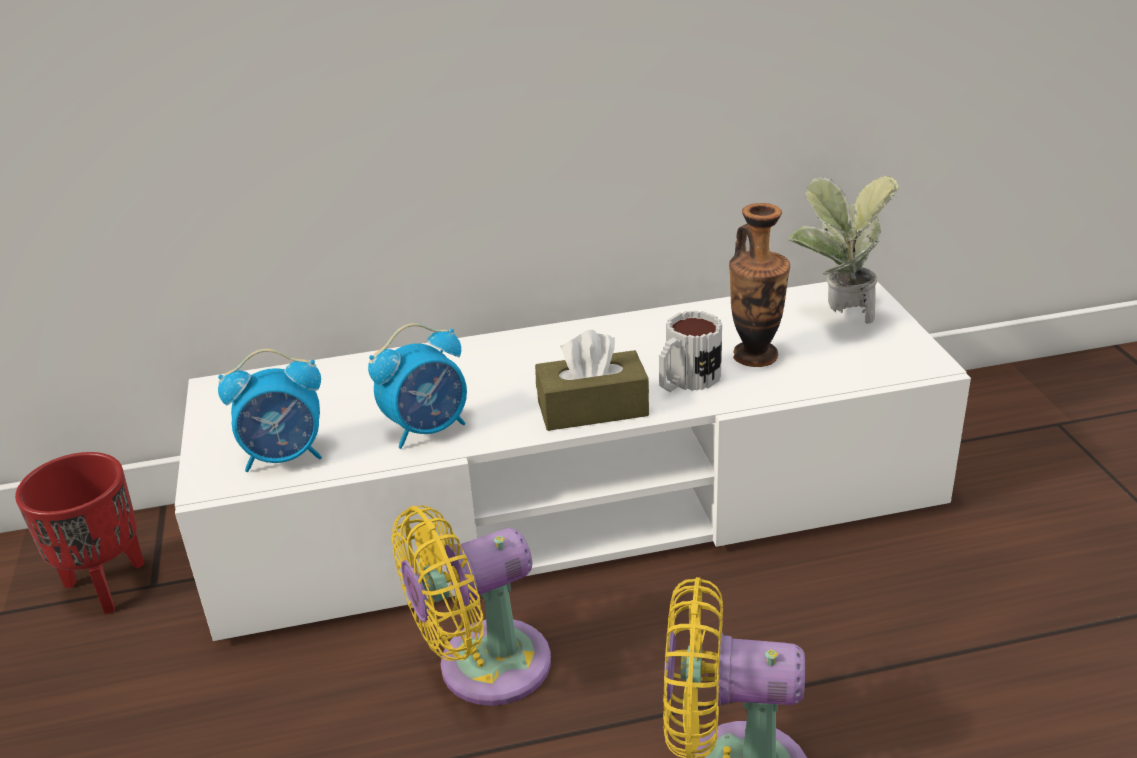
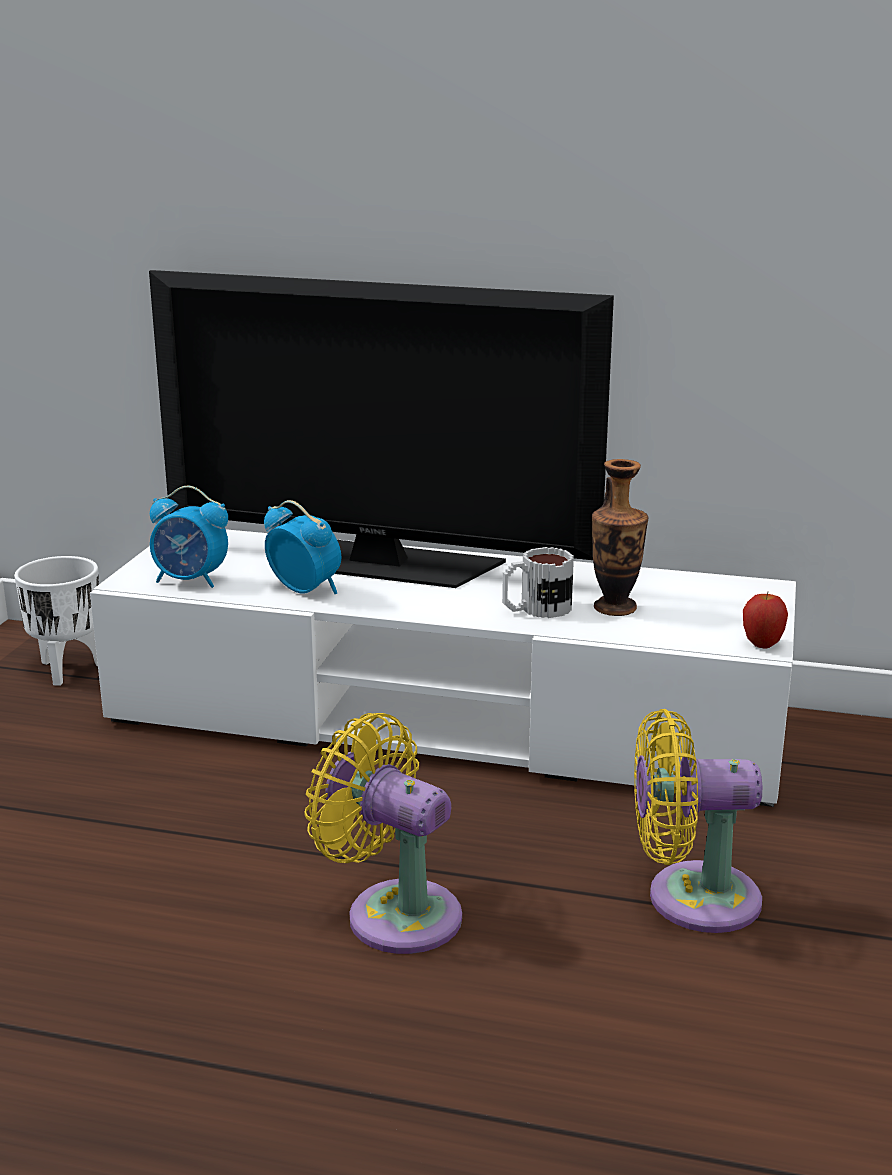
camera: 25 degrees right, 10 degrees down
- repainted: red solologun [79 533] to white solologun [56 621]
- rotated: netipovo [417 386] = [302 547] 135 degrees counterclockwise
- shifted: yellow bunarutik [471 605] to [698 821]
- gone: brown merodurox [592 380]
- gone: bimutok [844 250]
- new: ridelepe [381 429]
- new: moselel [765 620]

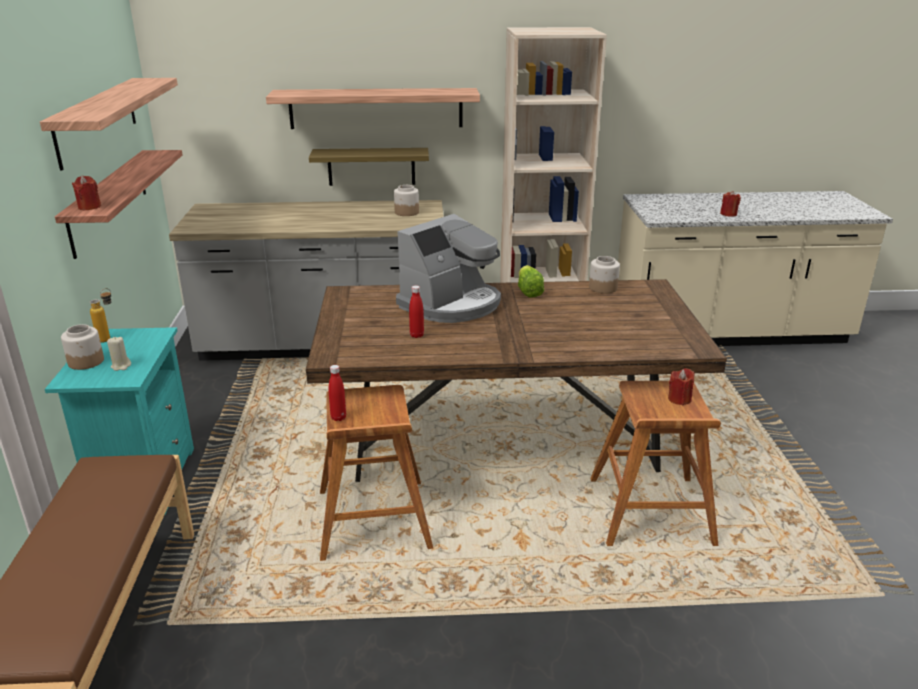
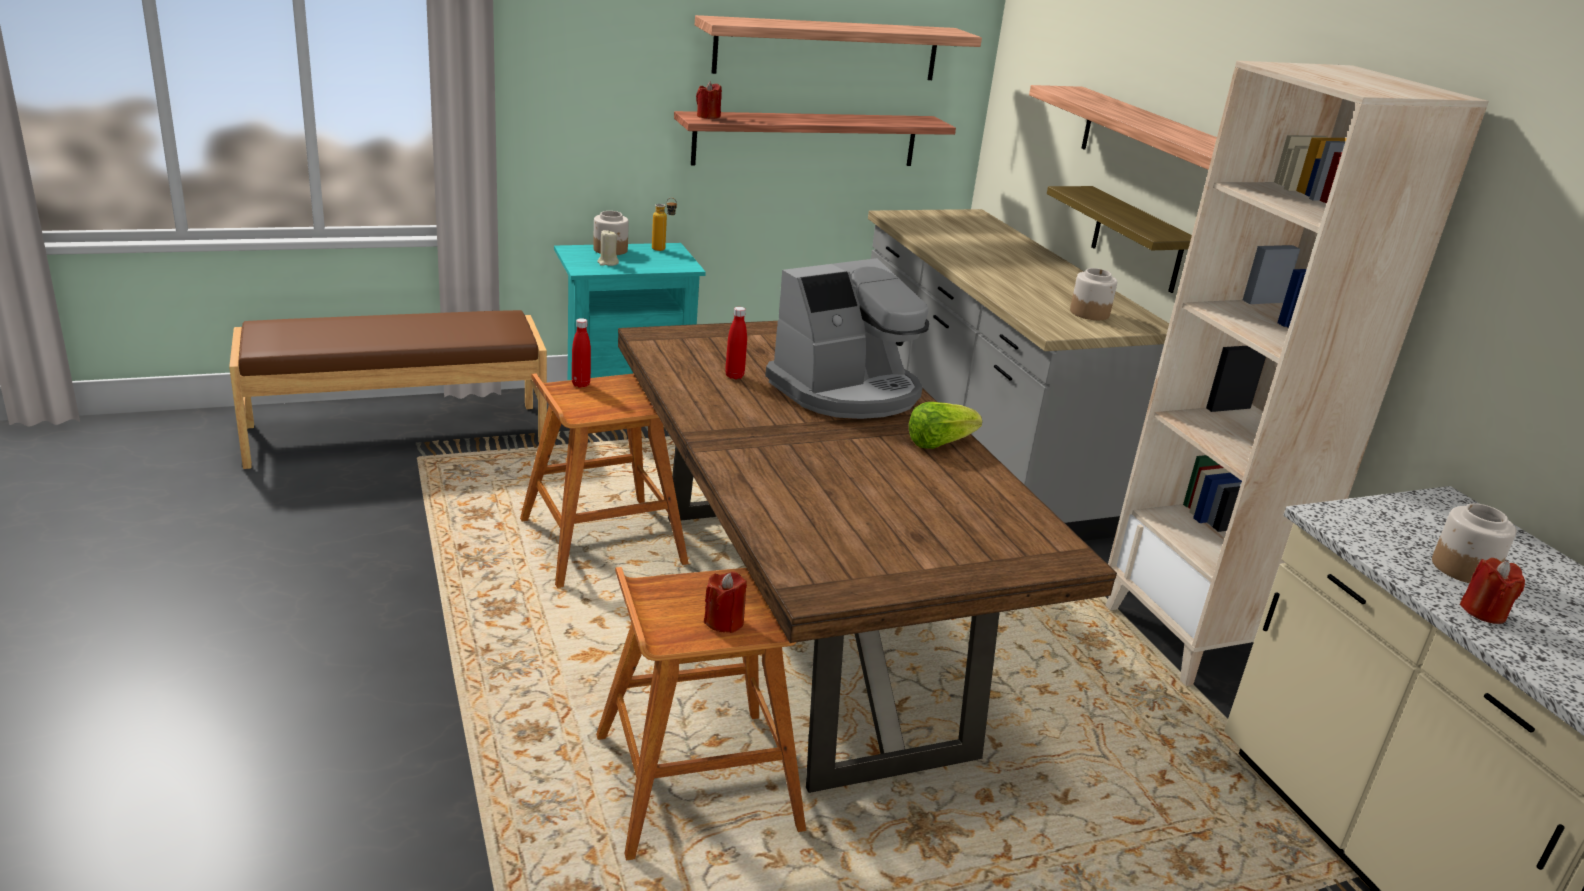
camera: 70 degrees right, 0 degrees up
- rotated: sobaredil [448 268] = [847 338] 60 degrees counterclockwise
- shifted: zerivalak [604 275] to [1474 543]

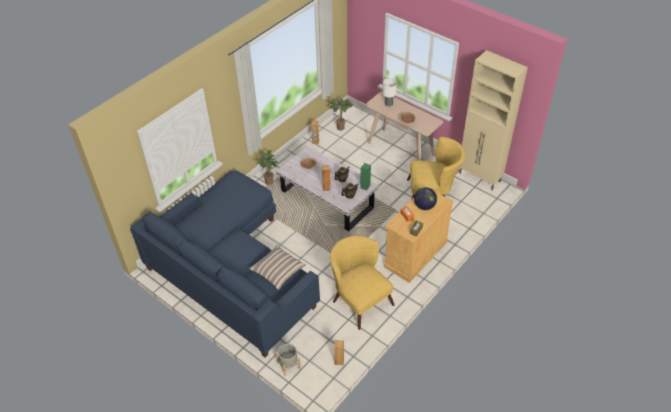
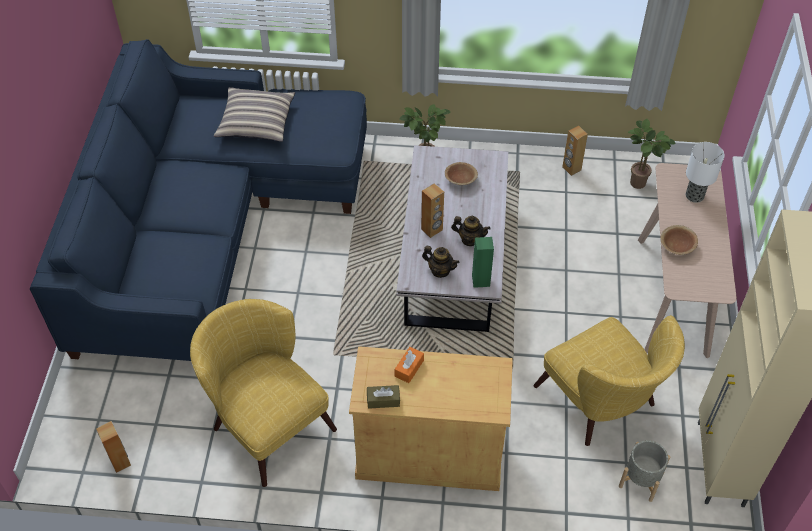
camera: 55 degrees right, 5 degrees up
- shifted: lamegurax [277 267] to [254 114]
- shifted: grey solologun [288 360] to [644 471]
- rotated: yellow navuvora [362 282] = [263 393] 60 degrees counterclockwise
- gone: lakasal [425 198]

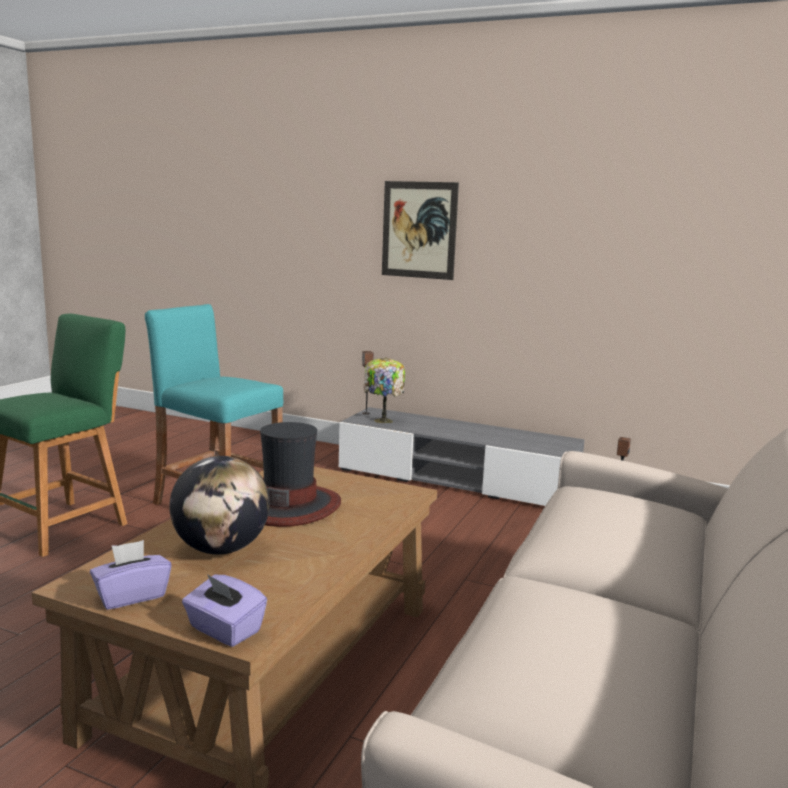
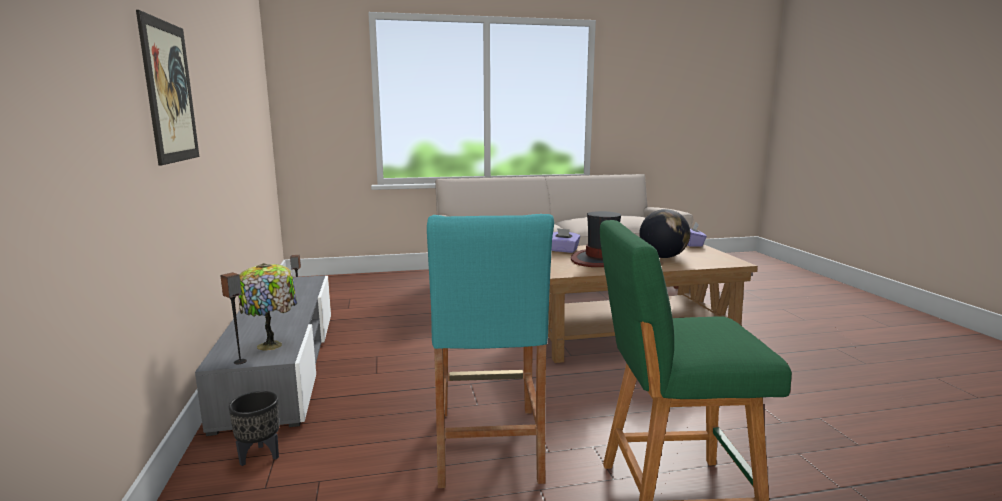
camera: 125 degrees left, 0 degrees up
- shifted: purple merodurox [131 575] to [565 240]
- new: black solologun [254 428]

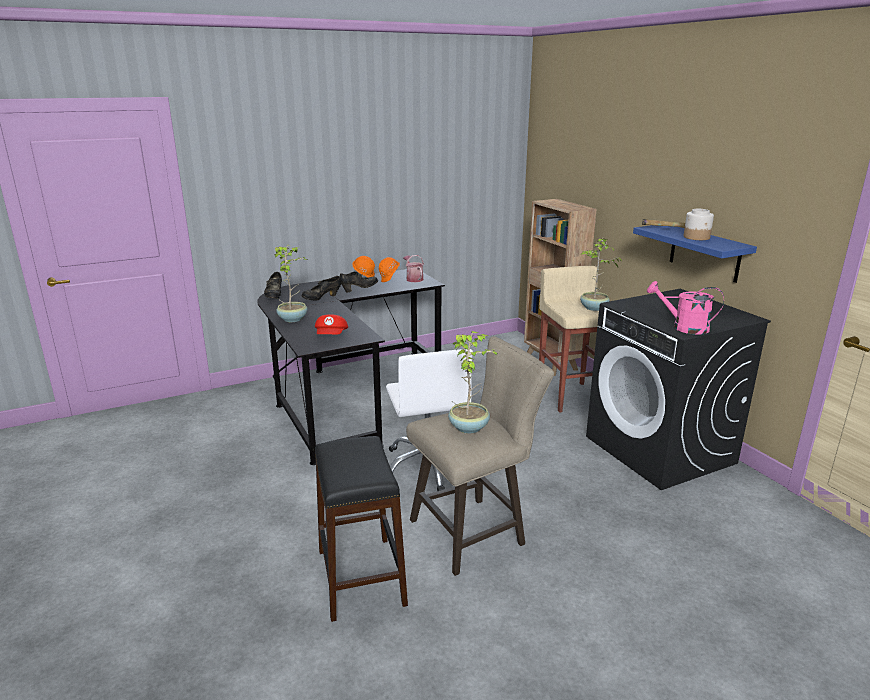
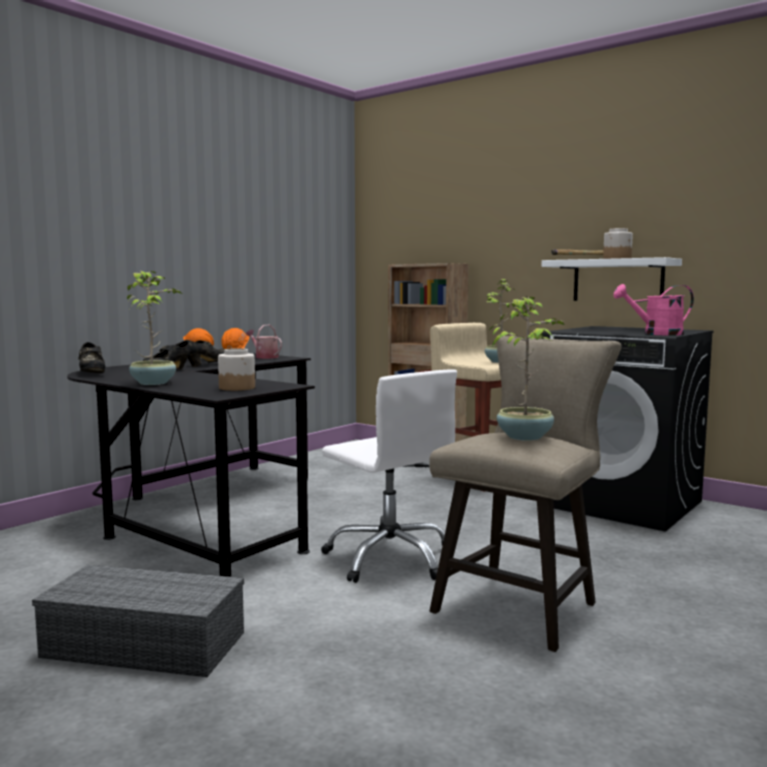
camera: 25 degrees left, 15 degrees down
- swapped: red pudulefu [331 324] to zerivalak [236 369]
- gone: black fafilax [361 529]
- repainted: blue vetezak [695 254] to white vetezak [612 279]
- new: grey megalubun [138 621]

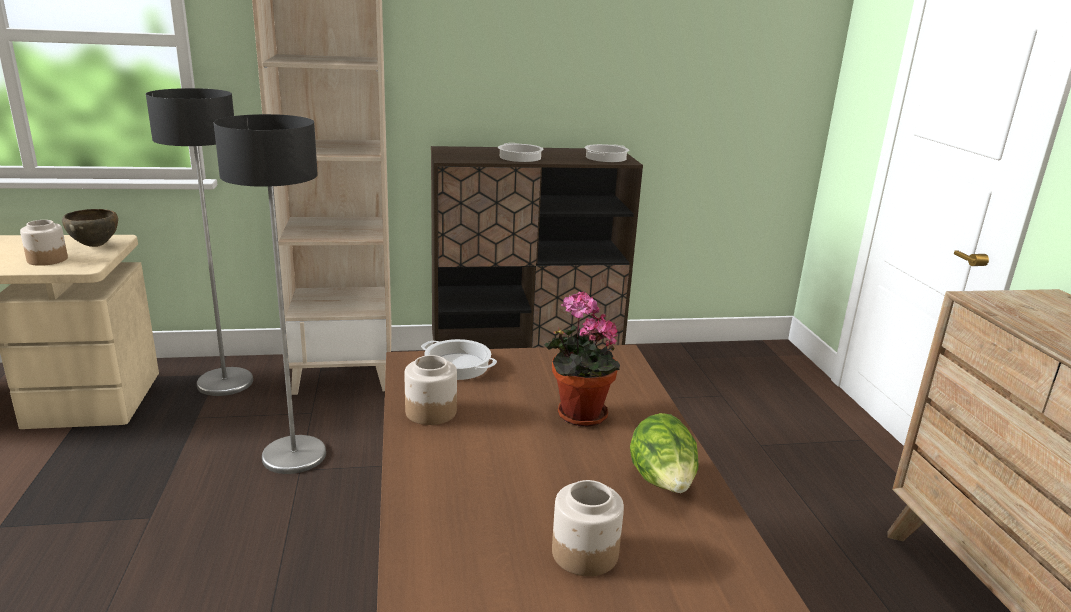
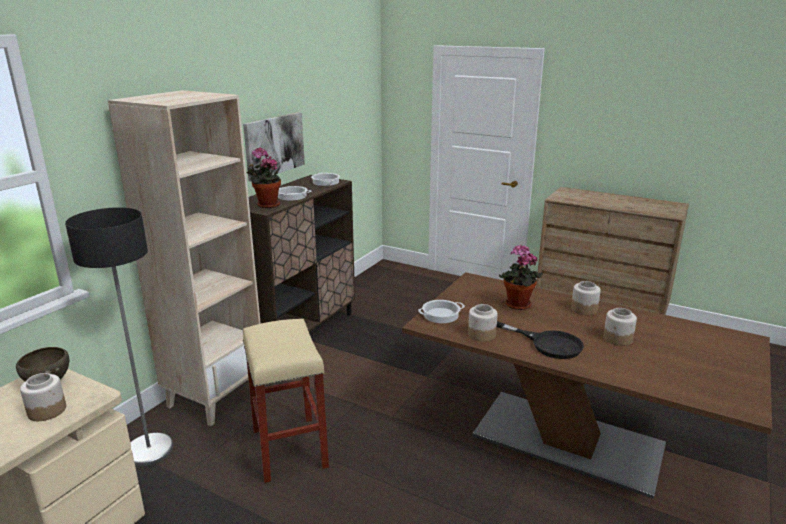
camera: 50 degrees left, 0 degrees up
- swapped: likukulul [270 294] to beige fafilax [286 401]
- swapped: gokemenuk [664 453] to zerivalak [586 298]
- new: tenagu [274 147]
- new: bimutok [263 177]
- new: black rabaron [540 340]

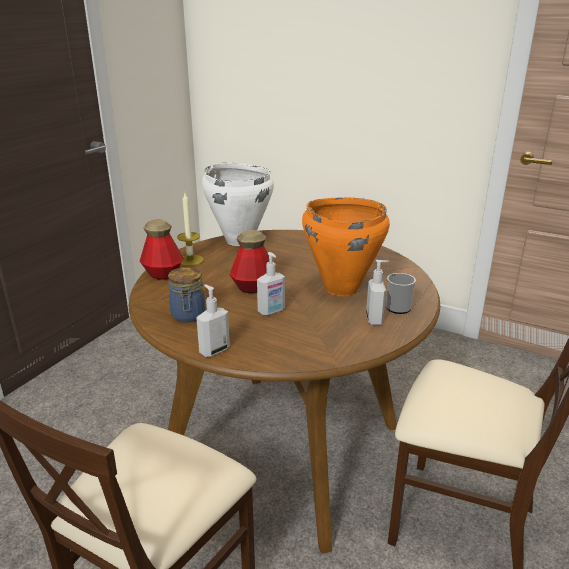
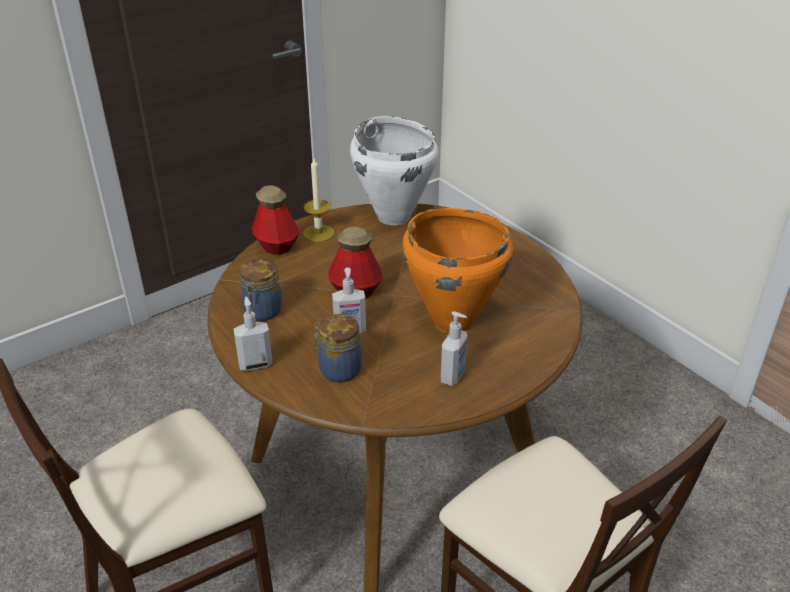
camera: 25 degrees right, 10 degrees up
- gone: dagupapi [401 293]
- new: zerivalak [338 348]

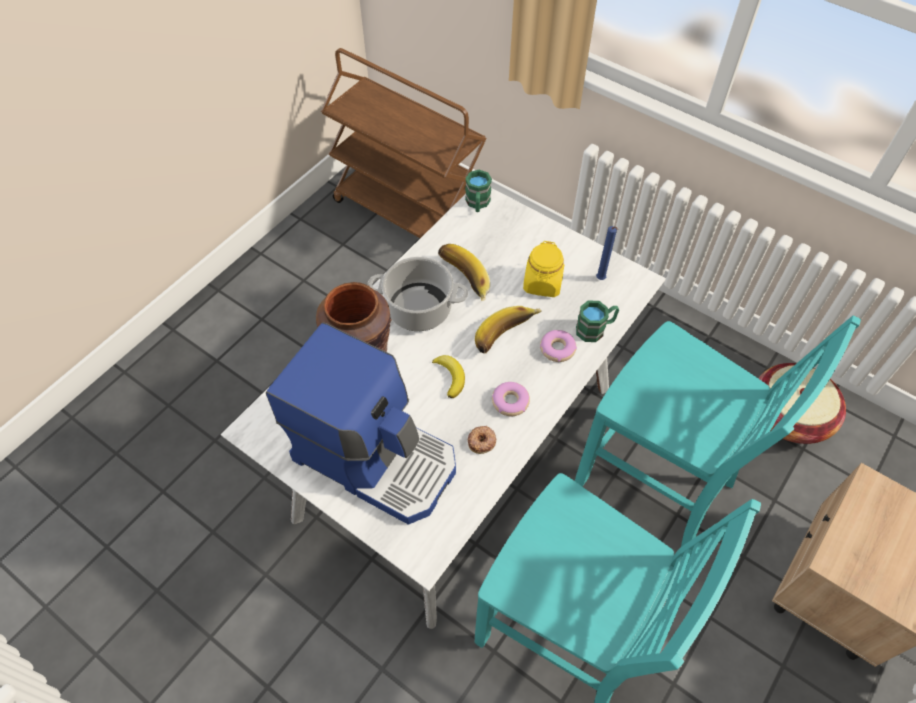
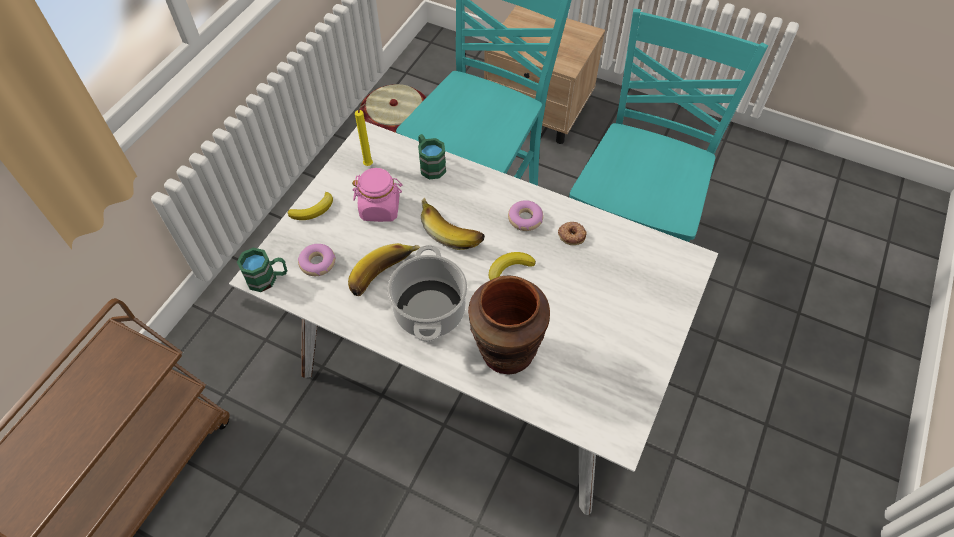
camera: 100 degrees left, 0 degrees up
- gone: sobaredil [361 423]
- repainted: yellow zerivalak [543 269] to pink zerivalak [377 195]
- shifted: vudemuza [558 346] to [317 260]
- repainted: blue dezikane [607 253] to yellow dezikane [364 134]
- new: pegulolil [310 206]

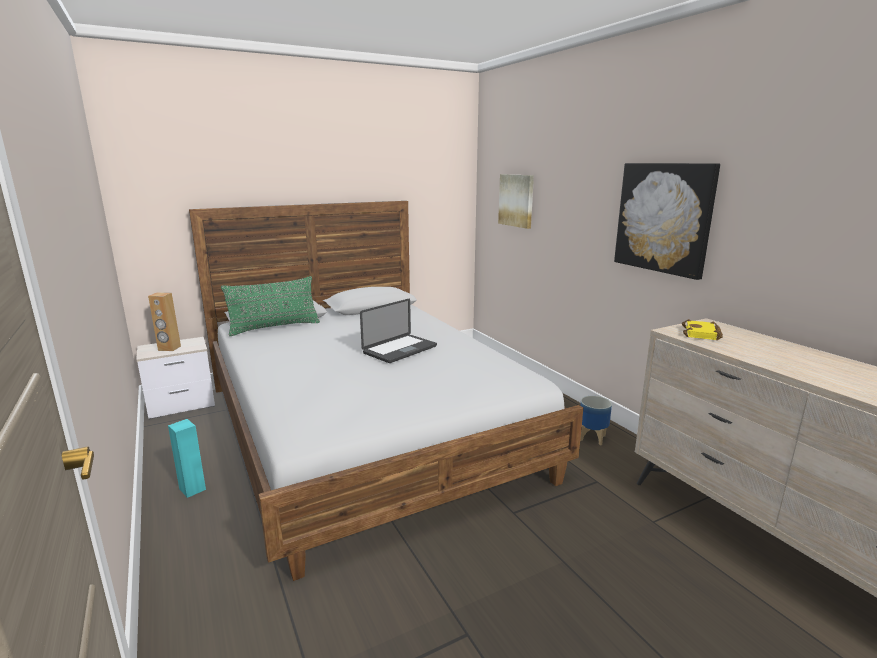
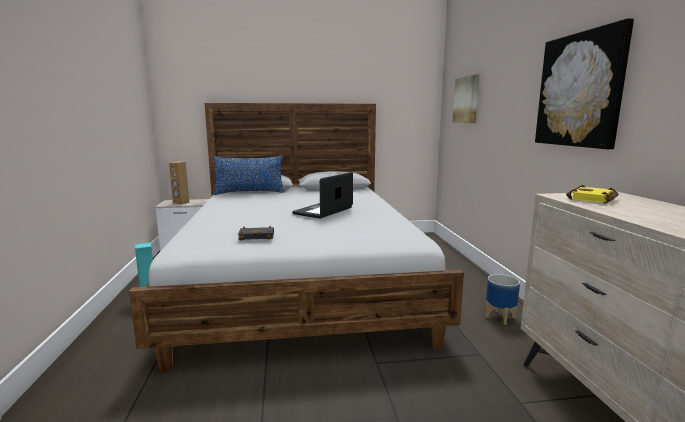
camera: 20 degrees right, 5 degrees down
- repainted: green lamegurax [270 306] to blue lamegurax [249 175]
- rotated: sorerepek [398 331] = [322 195] 150 degrees clockwise
- new: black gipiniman [256 233]

